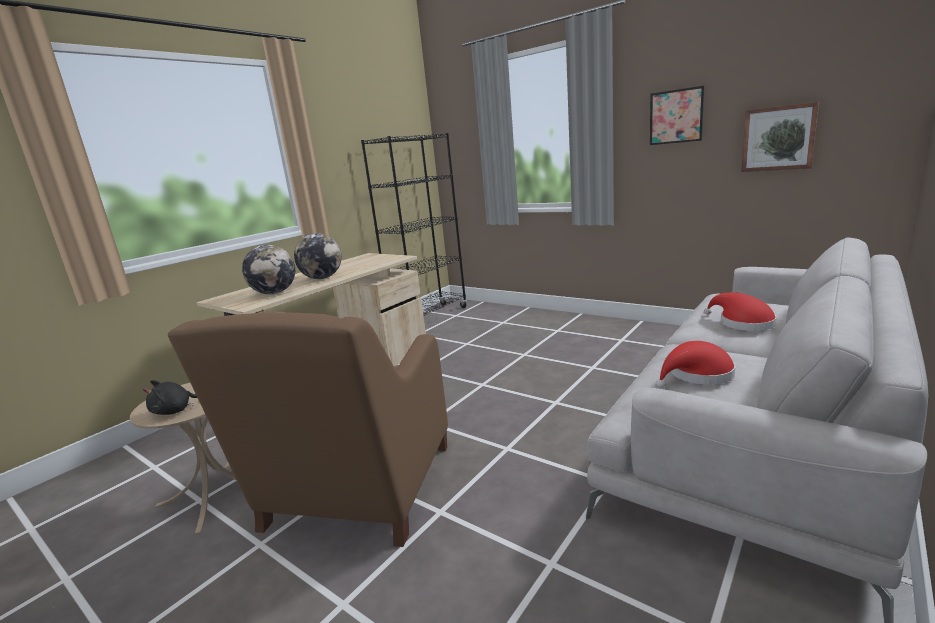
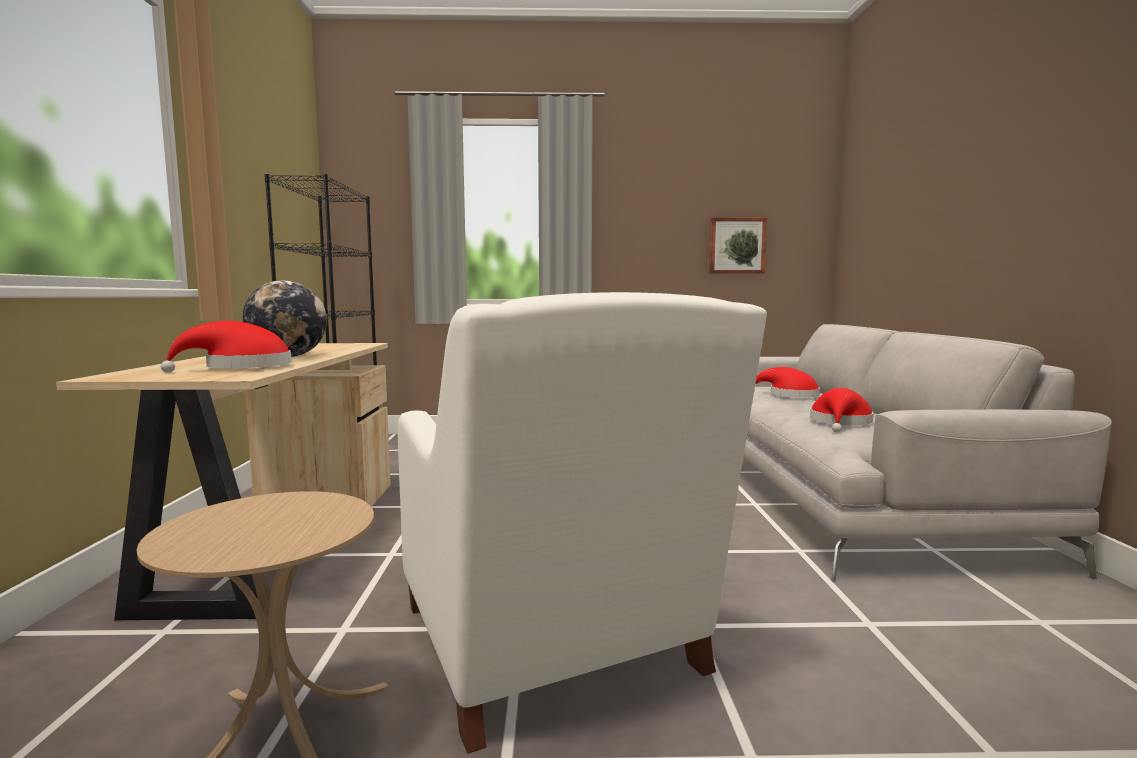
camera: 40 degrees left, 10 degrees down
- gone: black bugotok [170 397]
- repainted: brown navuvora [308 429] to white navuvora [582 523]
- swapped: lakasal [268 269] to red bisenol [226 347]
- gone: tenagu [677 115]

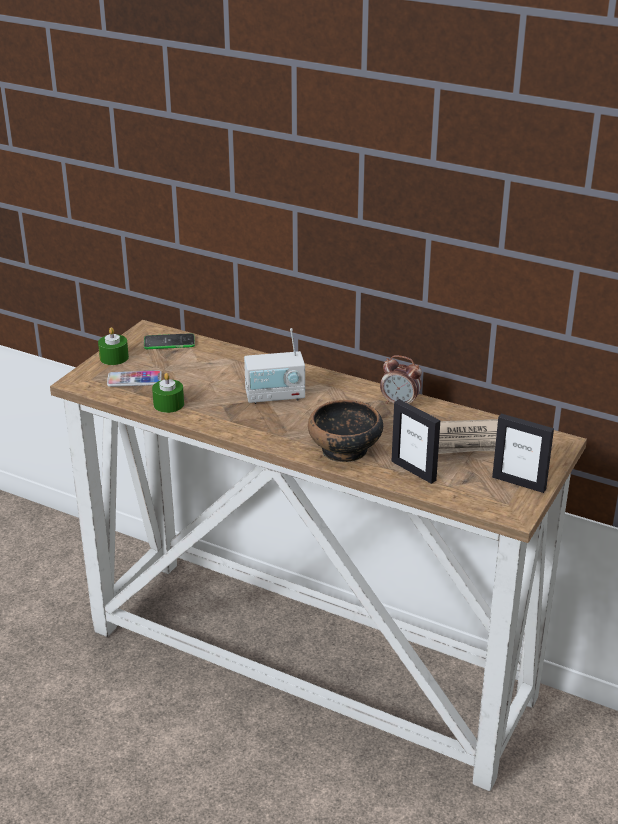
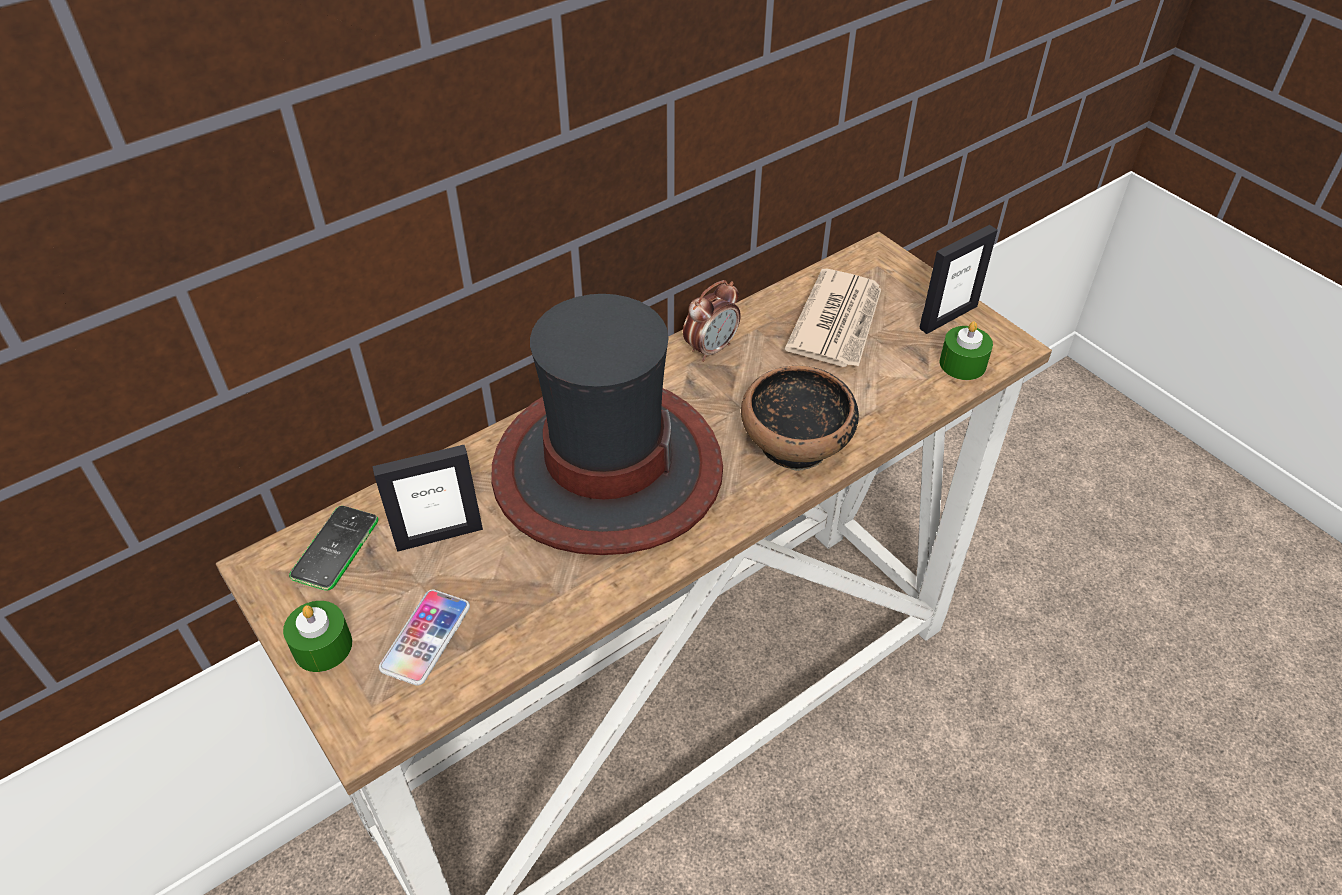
camera: 65 degrees left, 15 degrees up
- shifted: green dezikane [168 393] to [966 350]
- swapped: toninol [274 366] to bisenol [607 424]
- shifted: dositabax [416 441] to [427 498]

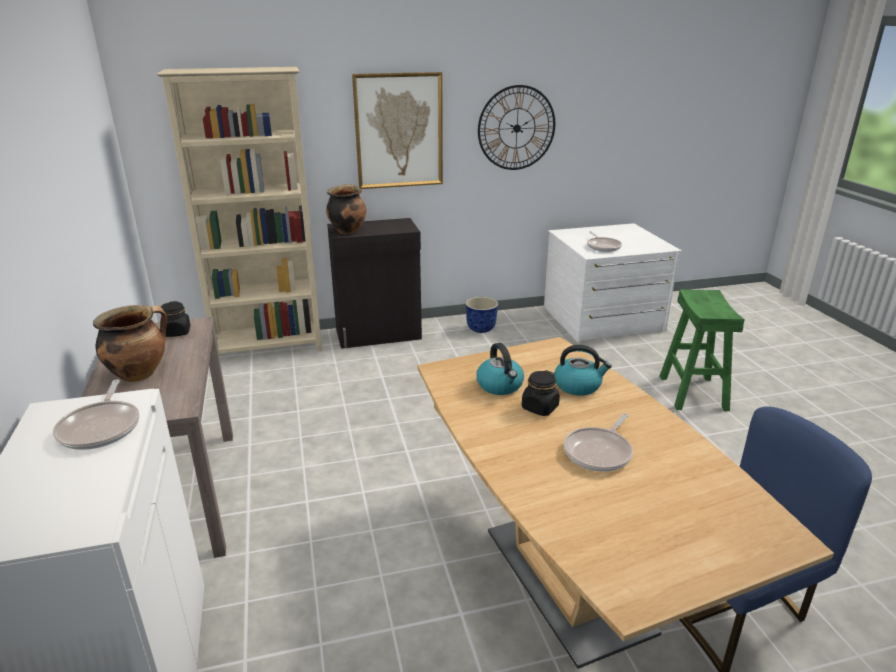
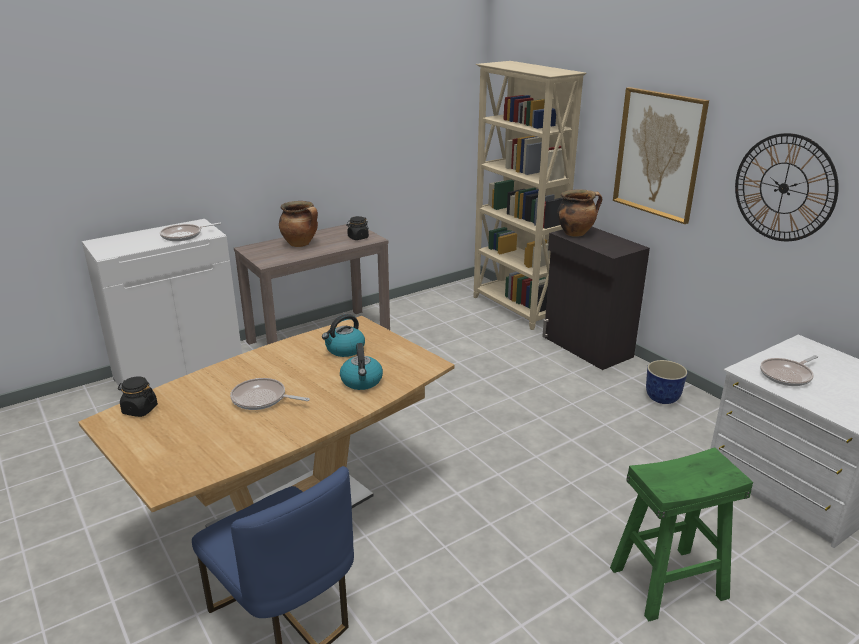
camera: 70 degrees right, 0 degrees up
- shifted: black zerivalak [541 393] to [138 396]

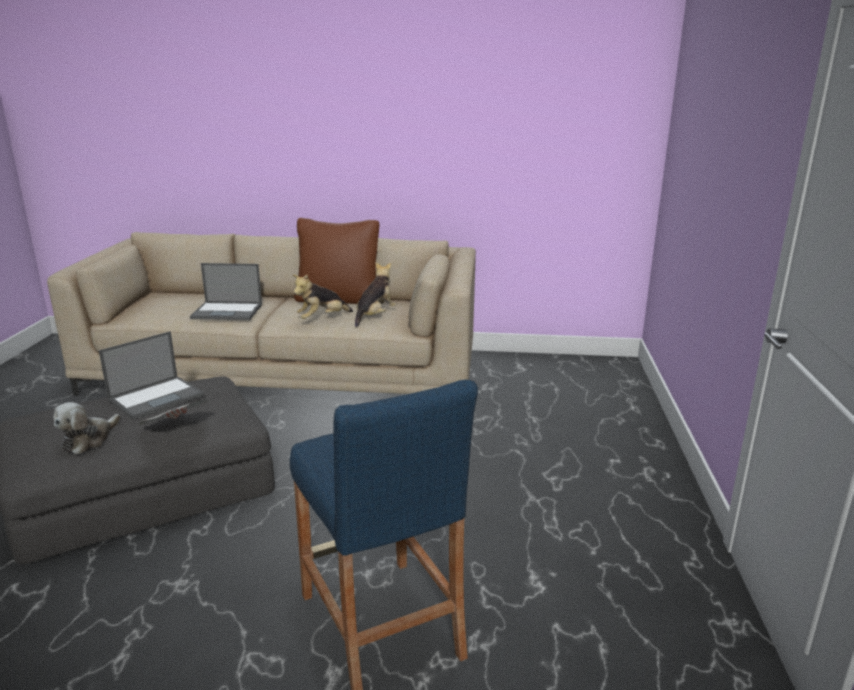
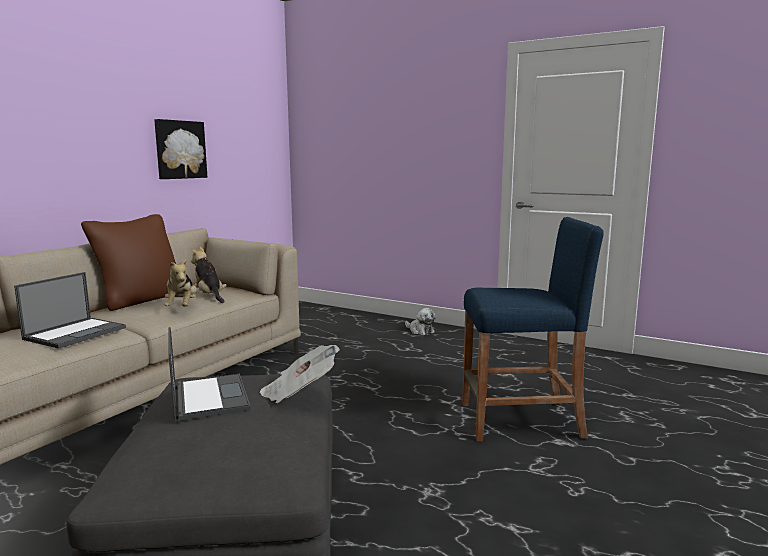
camera: 65 degrees left, 10 degrees down
- shifted: bugotok [86 428] to [420 321]
- new: tenagu [180 149]

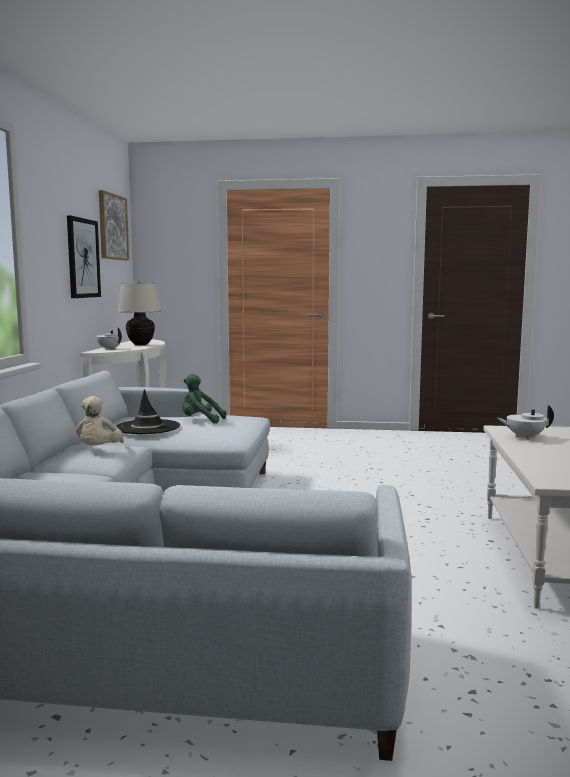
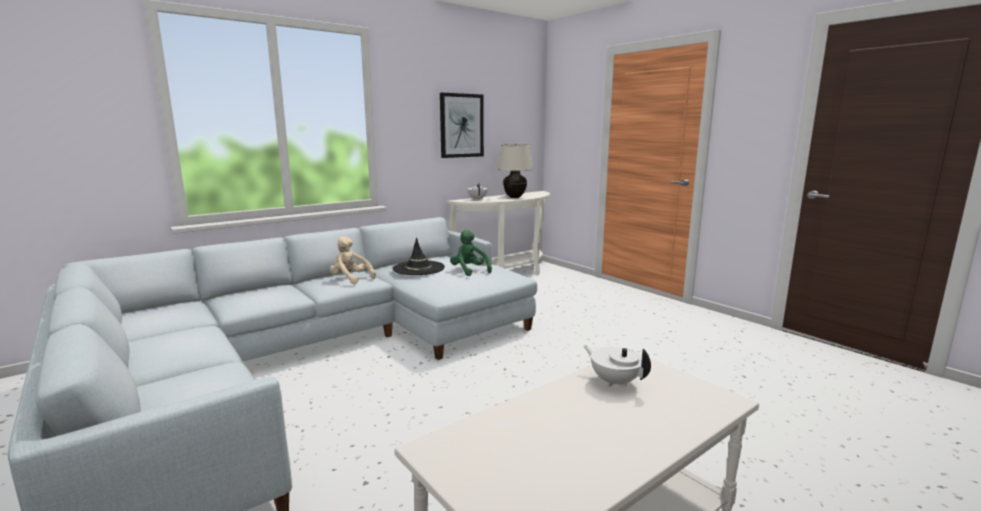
camera: 45 degrees right, 5 degrees up
- rotated: beige bugotok [100 420] = [353 260] 75 degrees clockwise
- gone: tenagu [114 225]

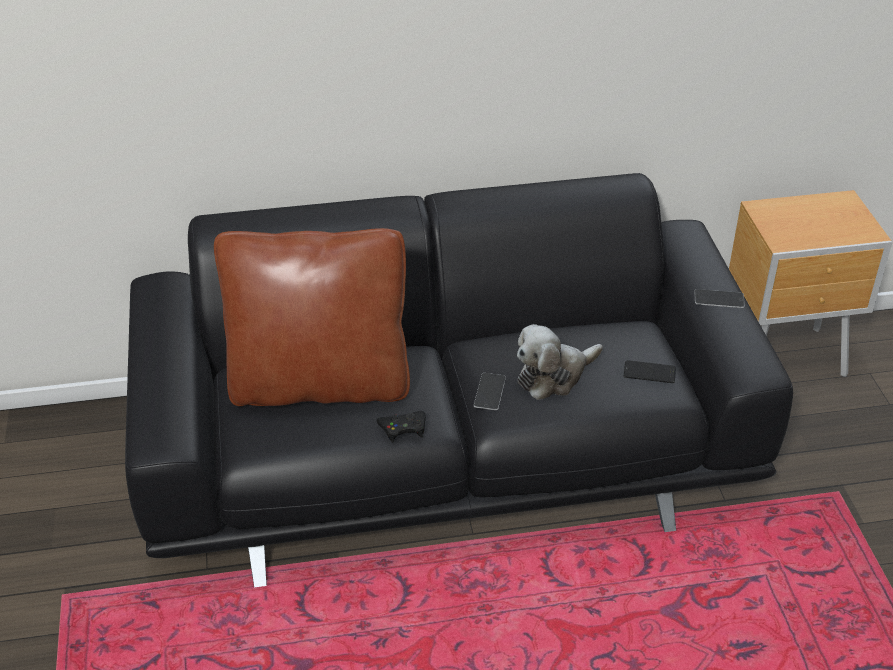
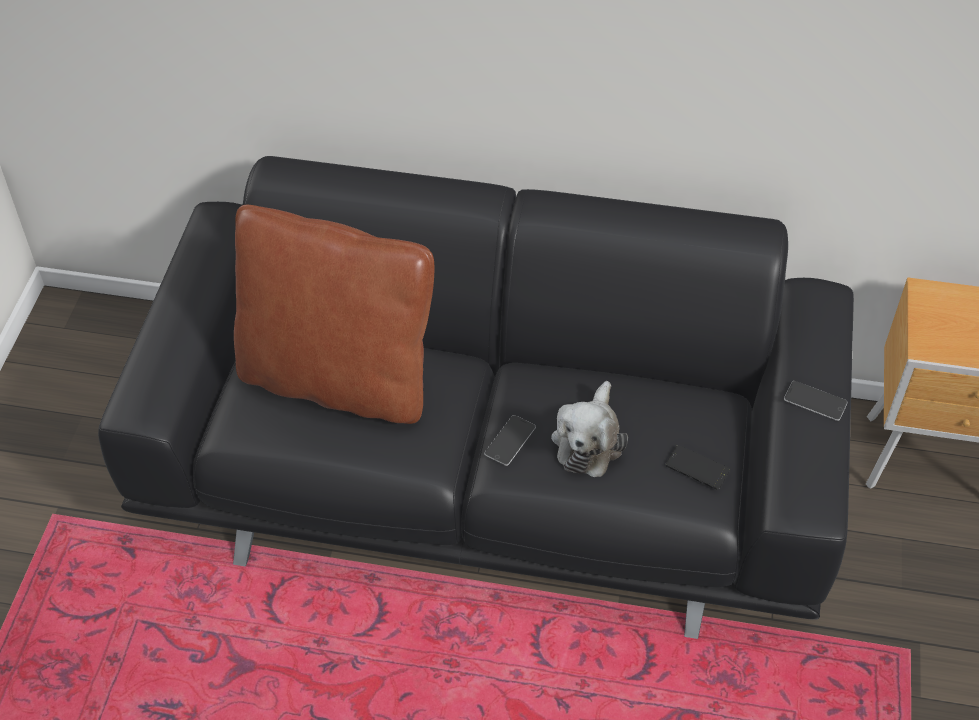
camera: 20 degrees right, 10 degrees up
- gone: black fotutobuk [401 427]
- rotated: bugotok [560 362] = [589 429] 60 degrees counterclockwise

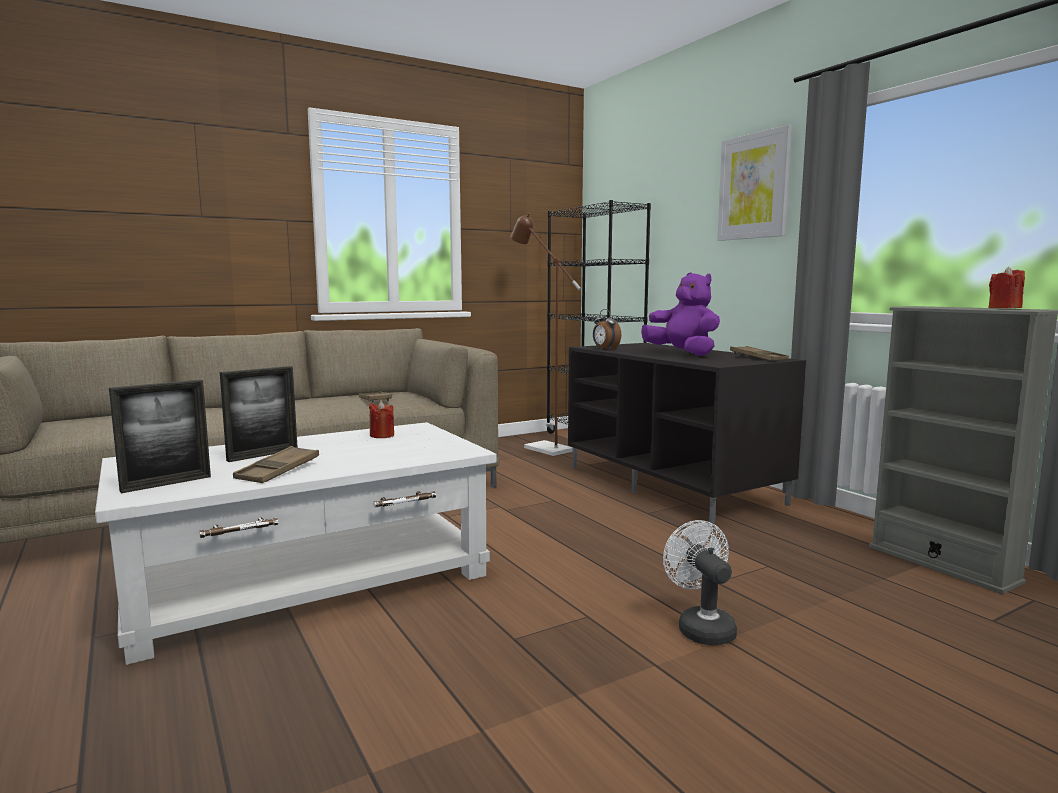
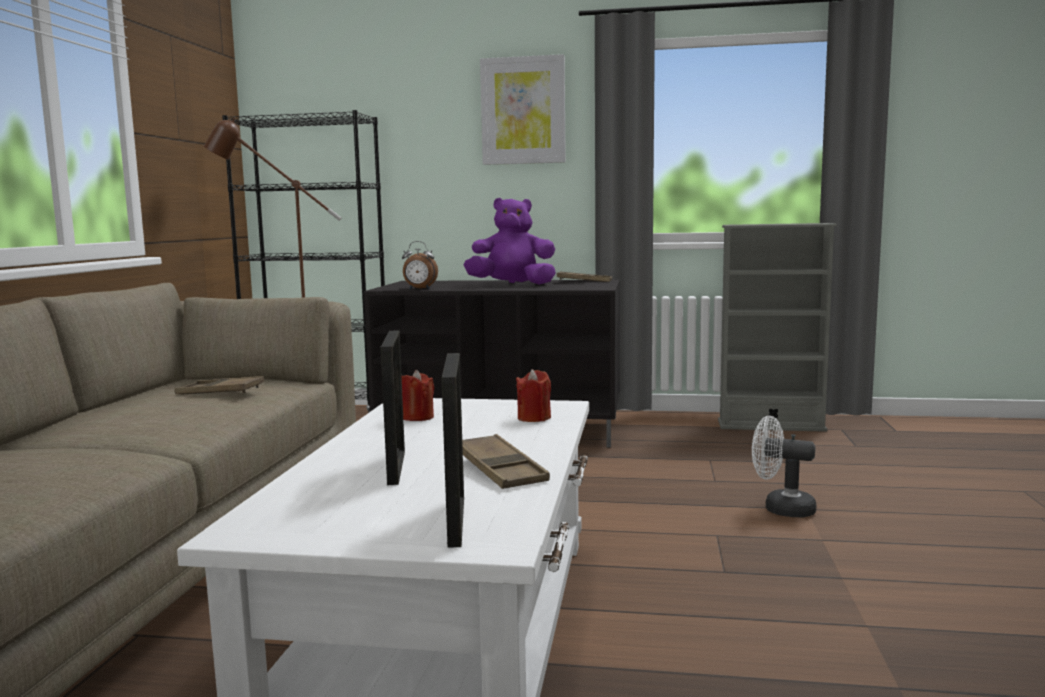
camera: 50 degrees left, 0 degrees up
- shifted: red dezikane [1007 287] to [533 395]

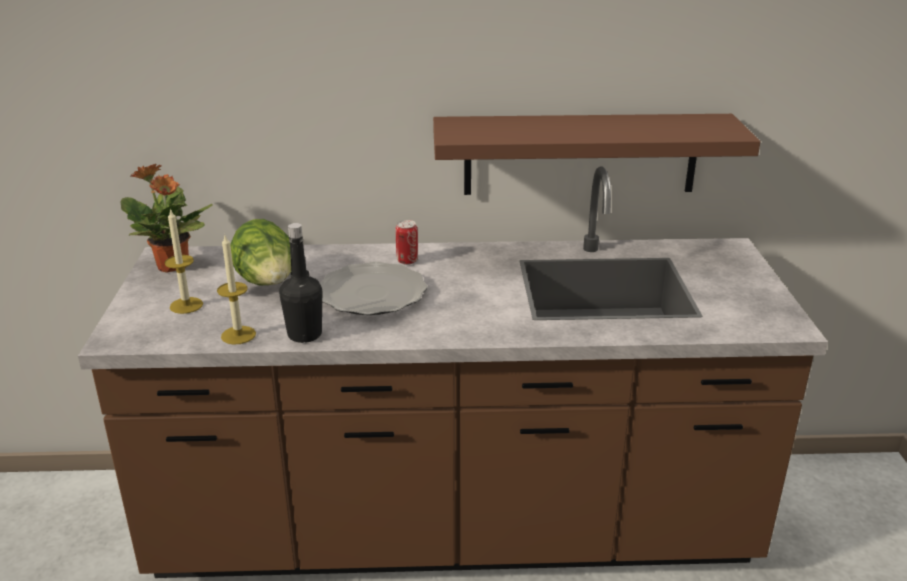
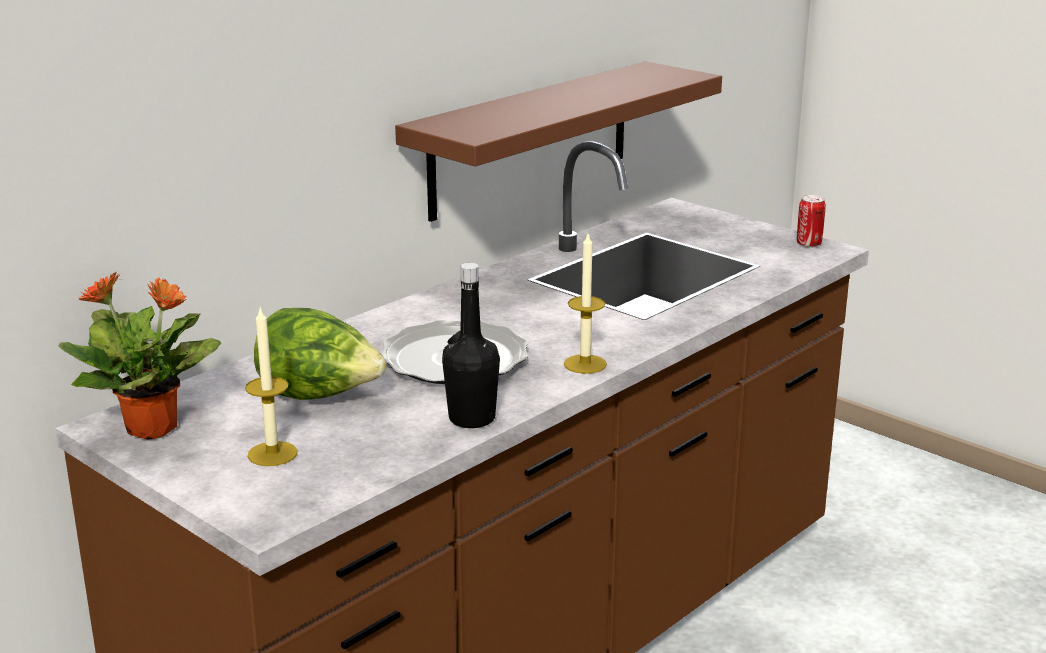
camera: 45 degrees left, 5 degrees down
- shifted: dezikane [236 290] to [585 304]
- shifted: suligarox [407 242] to [811 221]

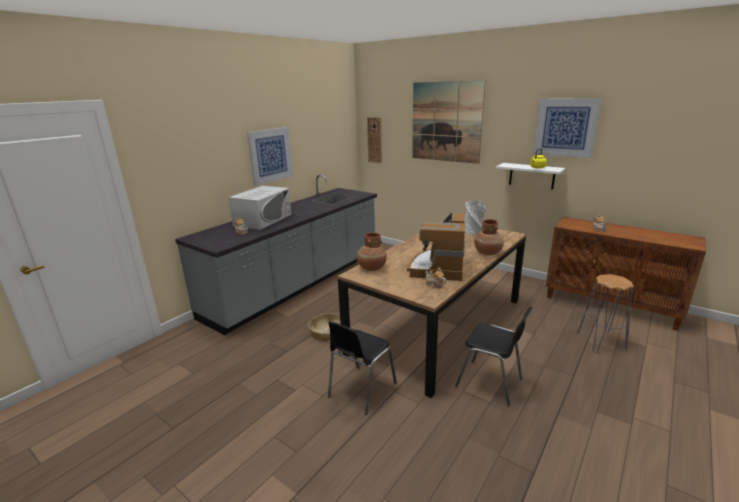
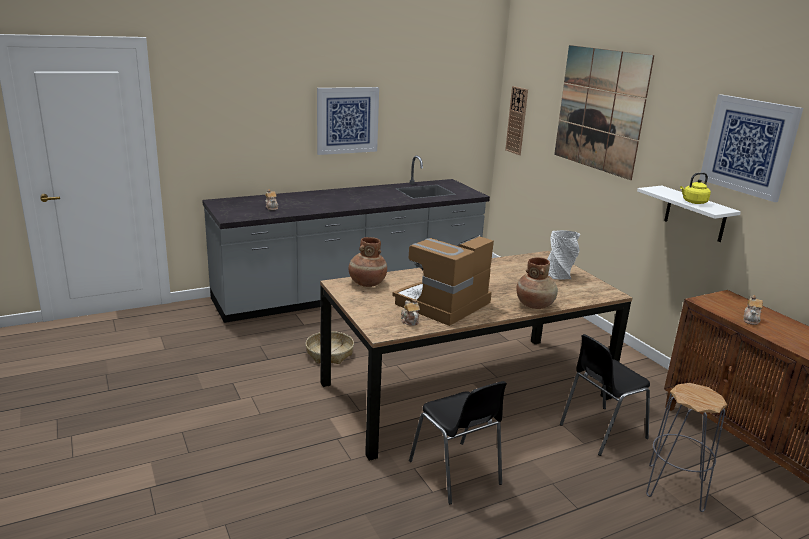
camera: 25 degrees right, 0 degrees up
- gone: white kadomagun [260 208]
- shifted: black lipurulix [362 368] to [605 395]

